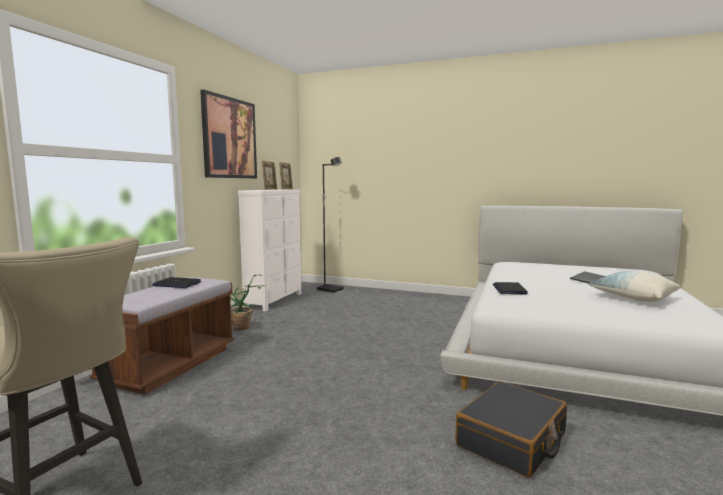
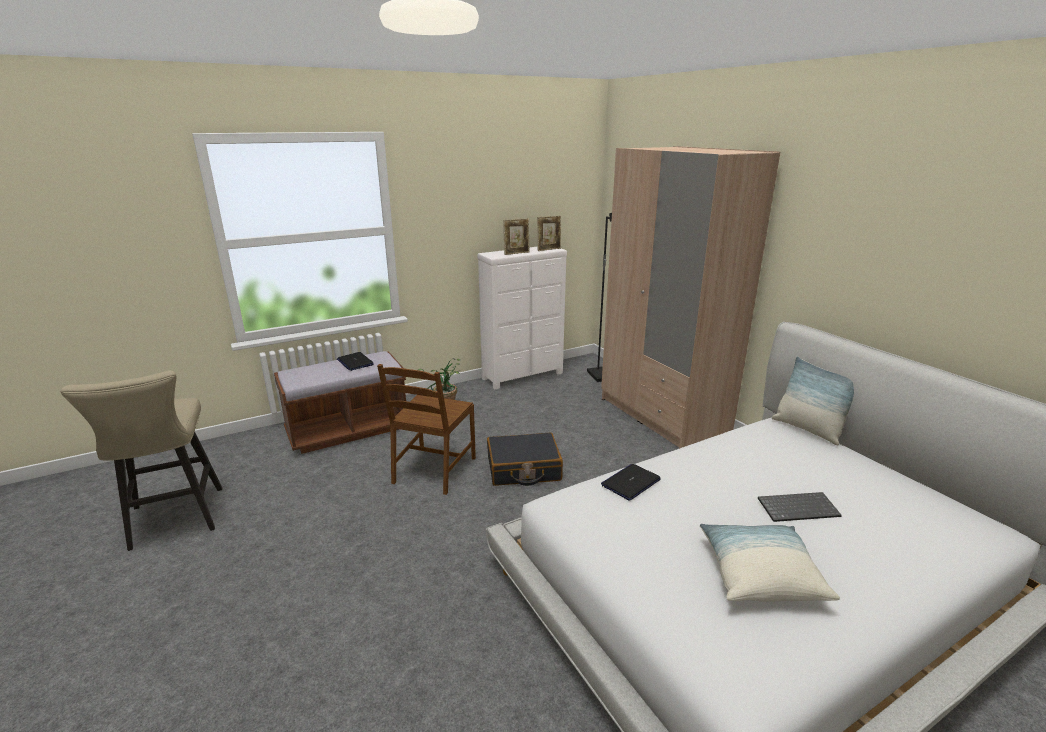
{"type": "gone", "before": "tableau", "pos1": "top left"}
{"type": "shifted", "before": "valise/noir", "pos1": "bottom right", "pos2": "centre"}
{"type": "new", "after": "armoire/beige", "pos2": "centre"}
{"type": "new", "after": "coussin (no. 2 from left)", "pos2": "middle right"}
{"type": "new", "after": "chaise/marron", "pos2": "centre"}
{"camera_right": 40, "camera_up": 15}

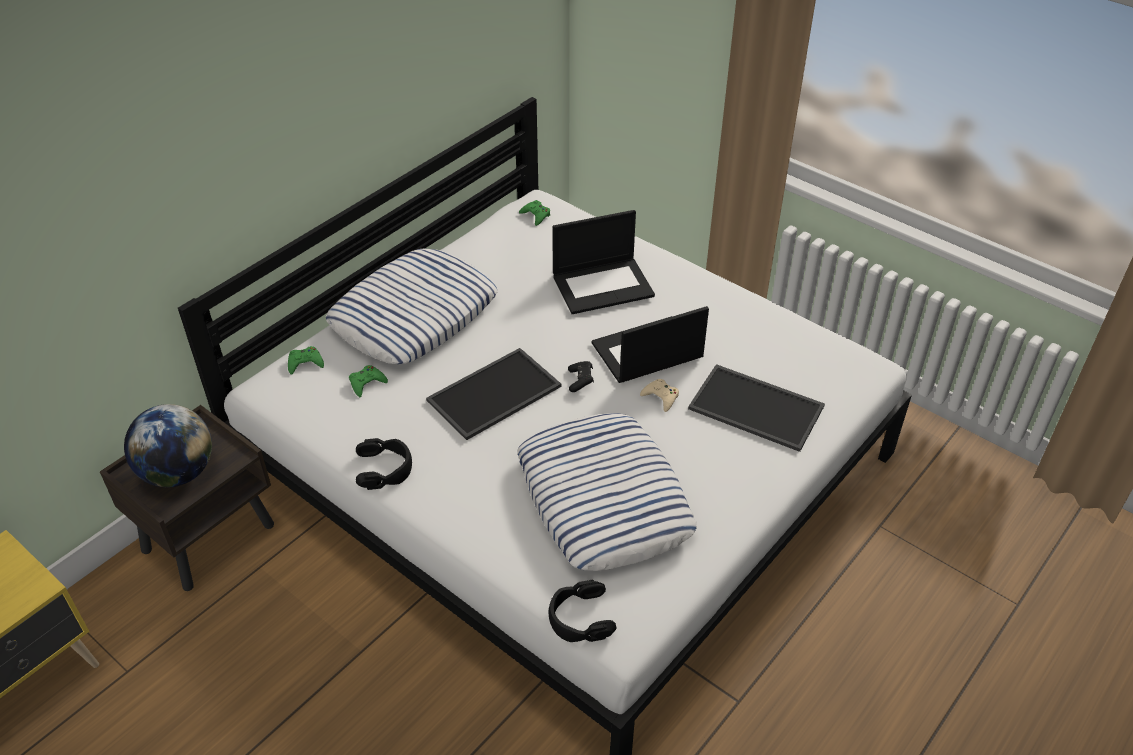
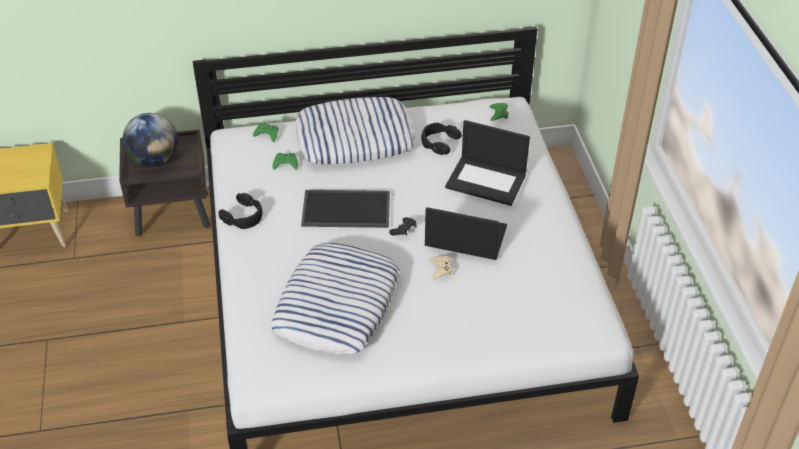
{"type": "gone", "before": "plateau (no. 2 from left)", "pos1": "middle right"}
{"type": "shifted", "before": "casque audio/noir (no. 2 from left)", "pos1": "bottom centre", "pos2": "top centre"}
{"camera_right": 40, "camera_up": 0}

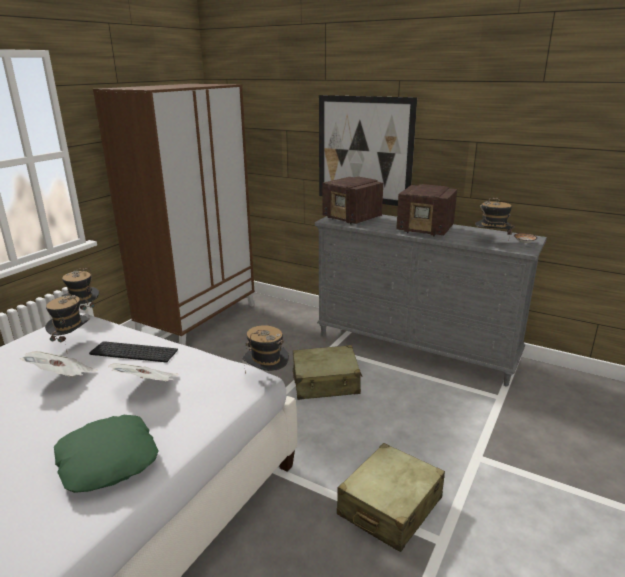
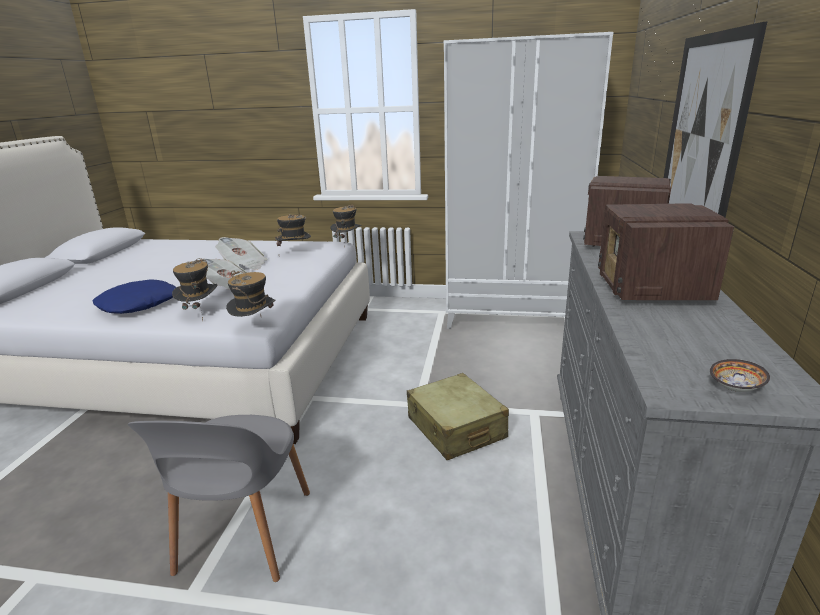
{"type": "repainted", "before": "armoire/marron", "after": "armoire/blanc", "pos1": "middle left", "pos2": "top centre"}
{"type": "shifted", "before": "chapeau (no. 4 from left in the first image)", "after": "chapeau (no. 1 from left)", "pos1": "middle right", "pos2": "middle left"}
{"type": "gone", "before": "clavier", "pos1": "middle left"}
{"type": "repainted", "before": "coussin/vert", "after": "coussin/bleu", "pos1": "bottom left", "pos2": "middle left"}
{"type": "swapped", "before": "valise/beige (no. 2 from left)", "after": "chaise/gris", "pos1": "bottom centre", "pos2": "bottom left"}
{"camera_right": 70, "camera_up": 0}

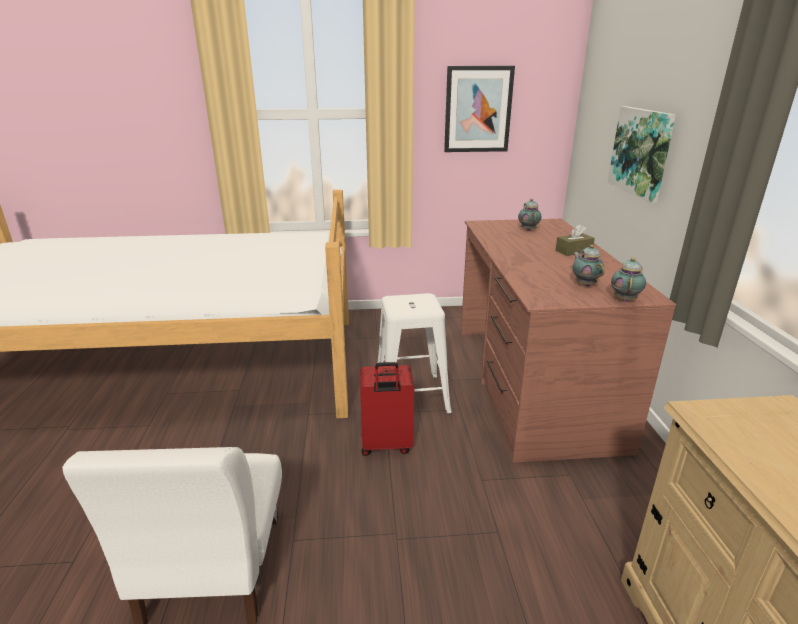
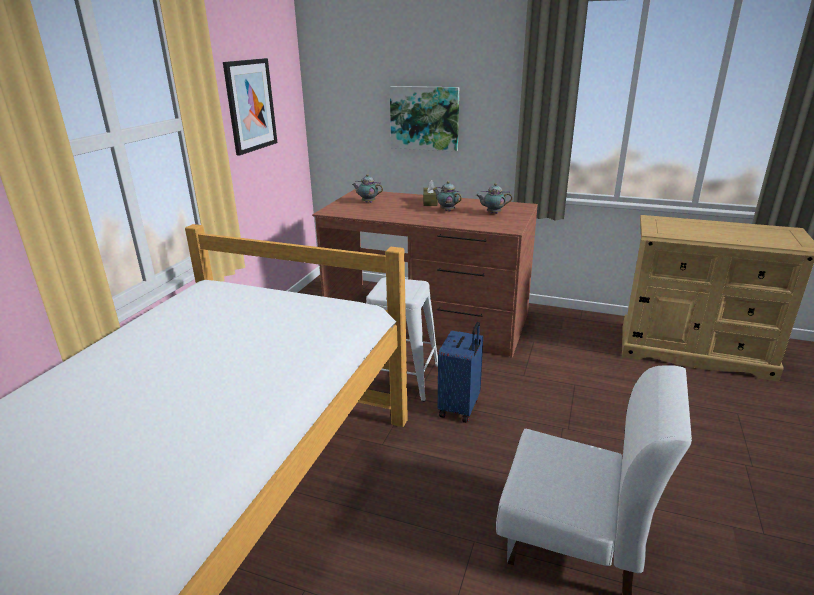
{"type": "shifted", "before": "théière (no. 3 from left in the first image)", "after": "théière (no. 2 from left)", "pos1": "middle right", "pos2": "top centre"}
{"type": "repainted", "before": "valise/rouge", "after": "valise/bleu", "pos1": "centre", "pos2": "centre"}
{"camera_right": -65, "camera_up": 0}

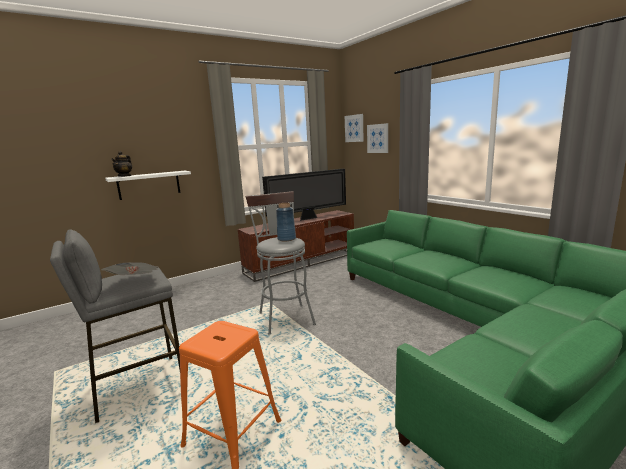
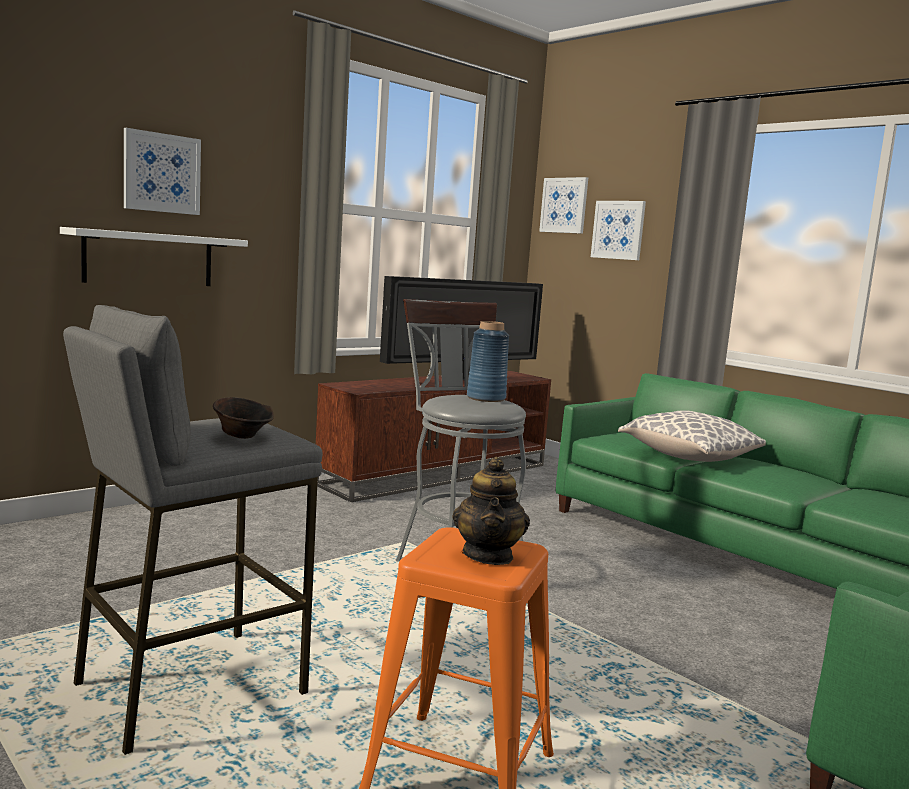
{"type": "shifted", "before": "théière", "pos1": "middle left", "pos2": "centre"}
{"type": "swapped", "before": "journal", "after": "bol/marron", "pos1": "middle left", "pos2": "middle left"}
{"type": "new", "after": "tableau (no. 1 from left)", "pos2": "top left"}
{"type": "new", "after": "coussin", "pos2": "middle right"}
{"camera_right": -10, "camera_up": -5}

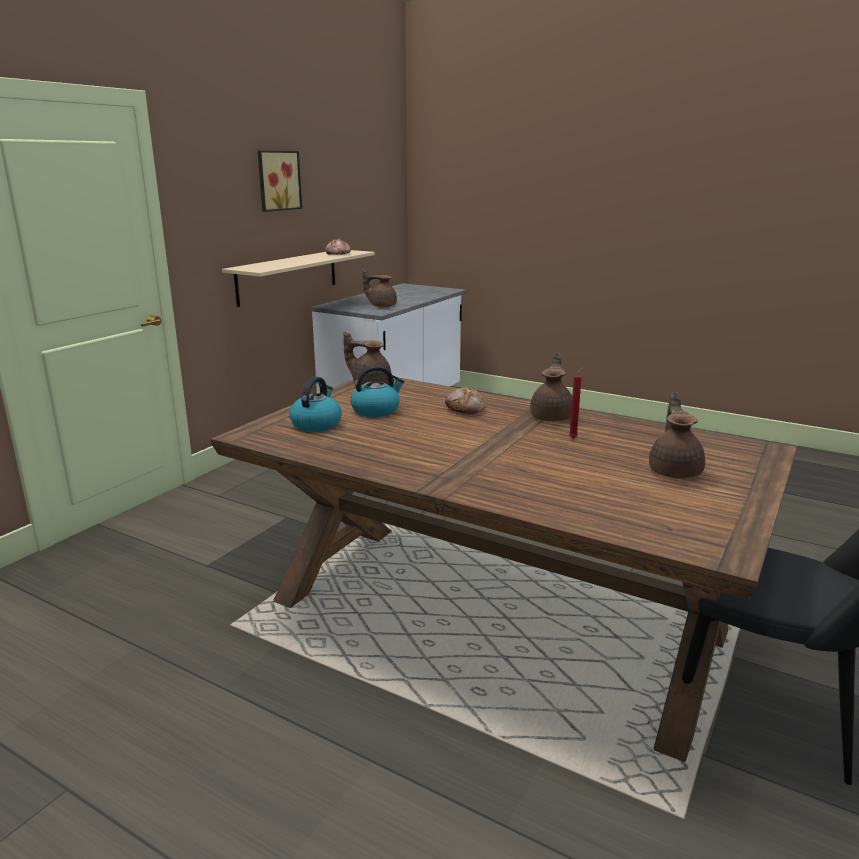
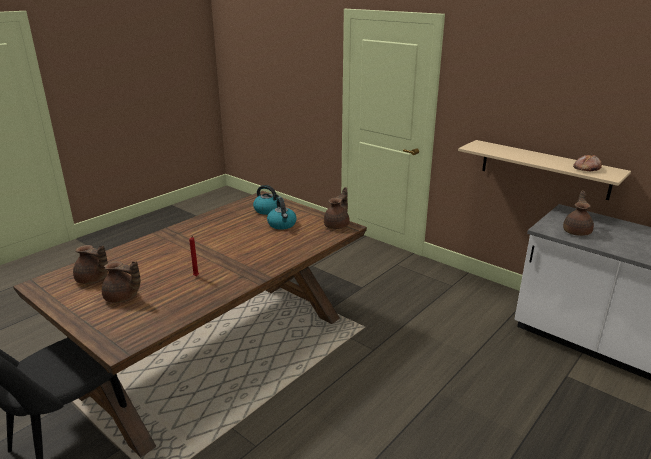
{"type": "gone", "before": "tableau", "pos1": "top left"}
{"type": "shifted", "before": "théière/marron (no. 3 from left in the first image)", "after": "théière/marron (no. 1 from left)", "pos1": "centre", "pos2": "middle left"}
{"type": "gone", "before": "pain (no. 2 from left)", "pos1": "centre"}
{"camera_right": 100, "camera_up": 5}

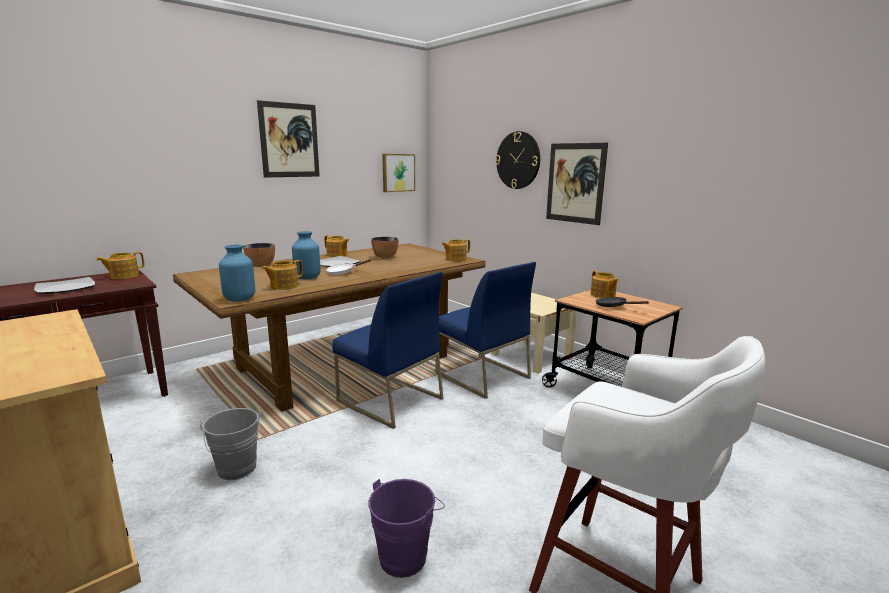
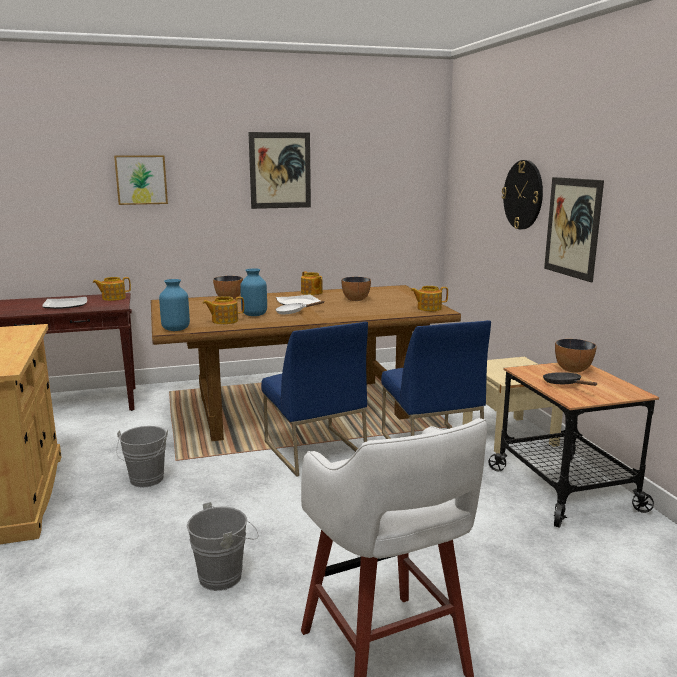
{"type": "shifted", "before": "tableau (no. 2 from left in the first image)", "after": "tableau (no. 1 from left)", "pos1": "top centre", "pos2": "top left"}
{"type": "swapped", "before": "théière (no. 5 from left)", "after": "bol (no. 3 from left)", "pos1": "middle right", "pos2": "middle right"}
{"type": "repainted", "before": "seau/violet", "after": "seau/gris (no. 2 from left)", "pos1": "bottom centre", "pos2": "bottom left"}
{"camera_right": 25, "camera_up": 0}

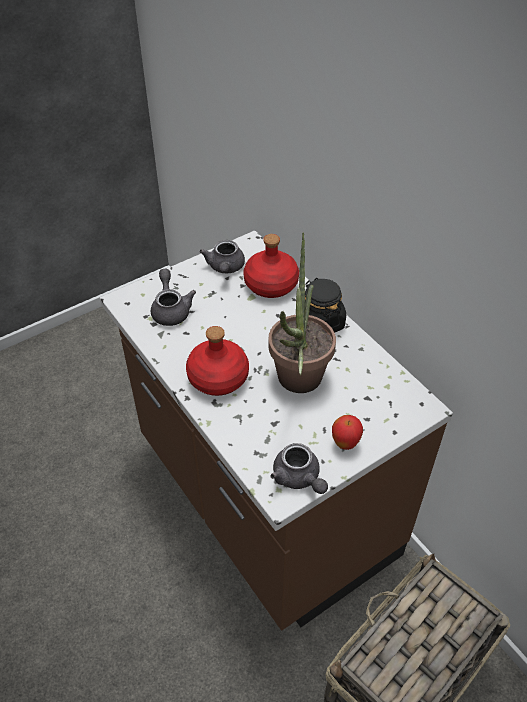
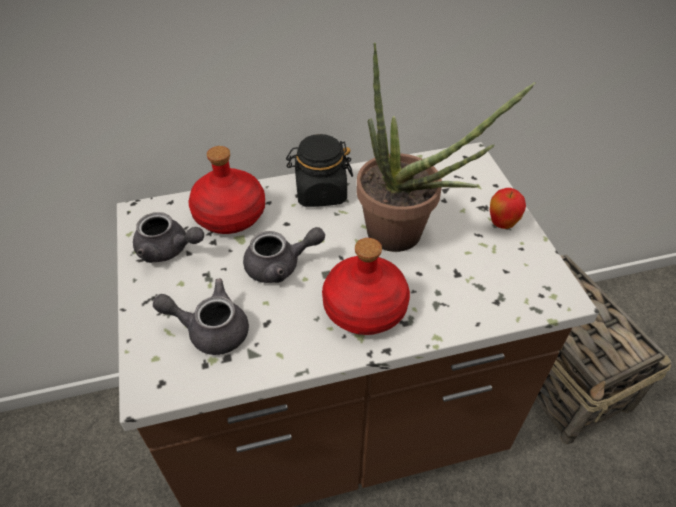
{"type": "shifted", "before": "théière/gris (no. 3 from left)", "pos1": "bottom centre", "pos2": "centre"}
{"camera_right": -70, "camera_up": 0}

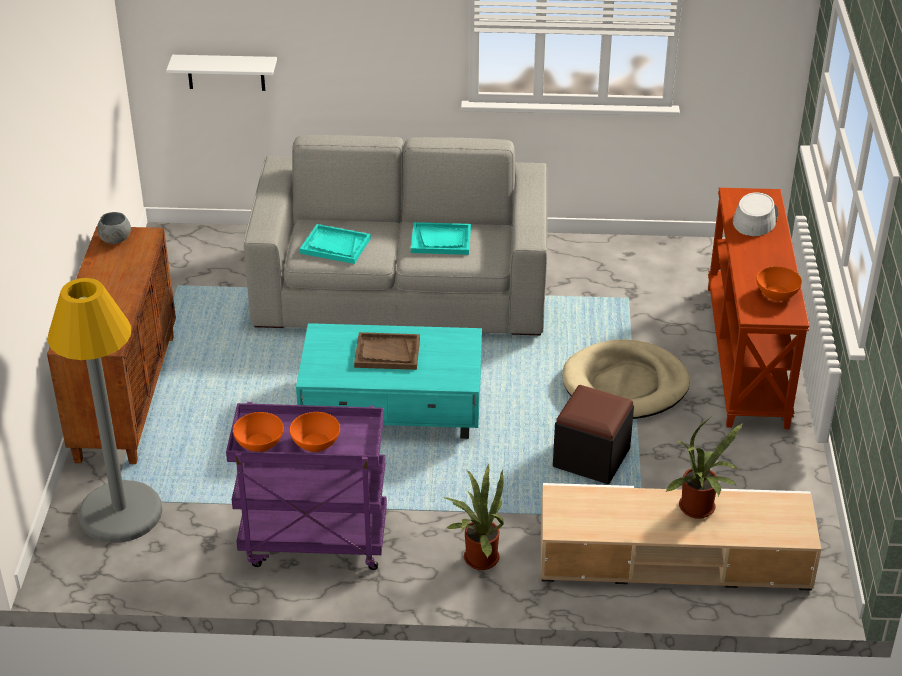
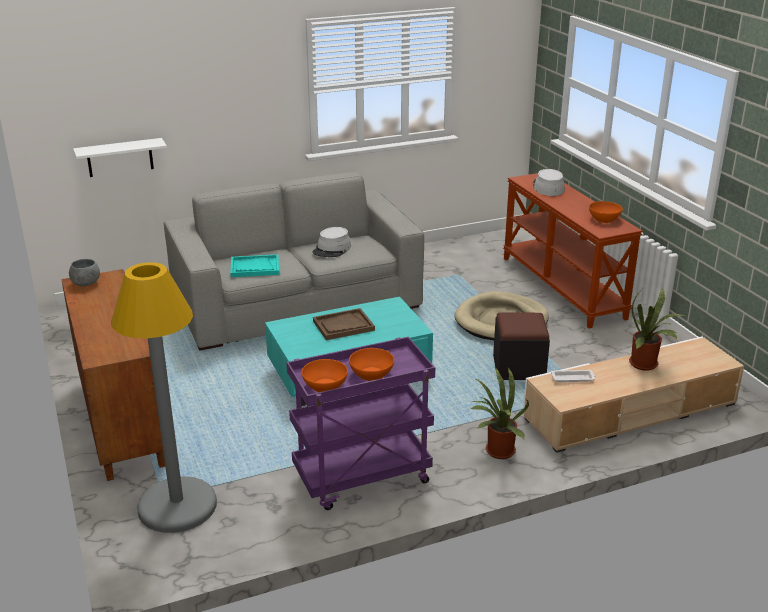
{"type": "swapped", "before": "plateau/turquoise (no. 2 from left)", "after": "chapeau/gris (no. 1 from left)", "pos1": "centre", "pos2": "centre"}
{"type": "new", "after": "plateau/blanc", "pos2": "middle right"}
{"camera_right": -25, "camera_up": -10}

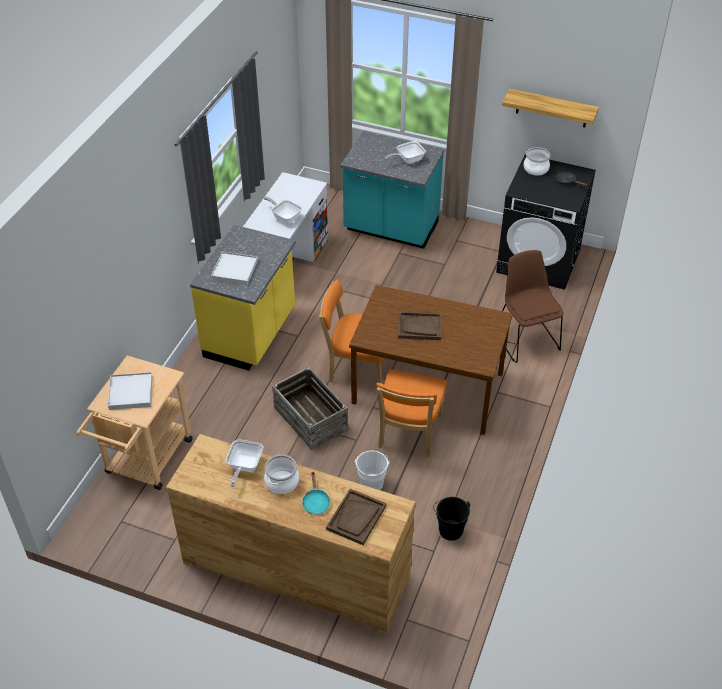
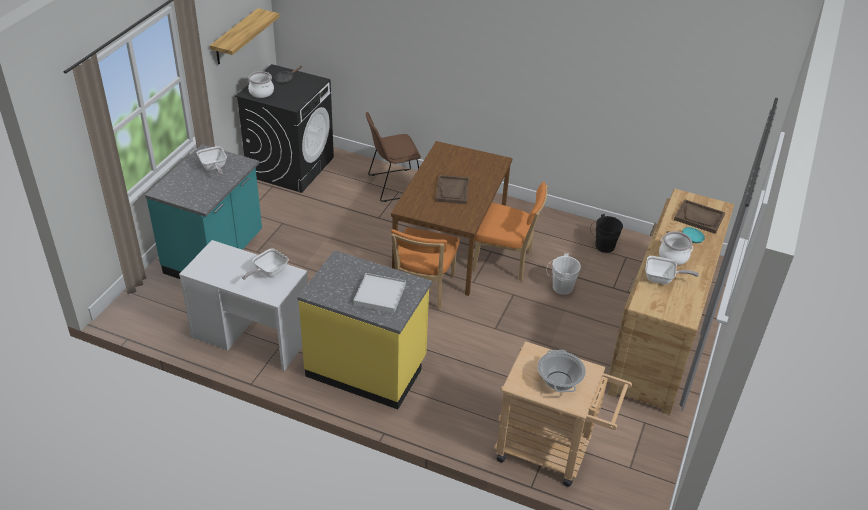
{"type": "gone", "before": "caisse", "pos1": "centre"}
{"type": "swapped", "before": "plateau/blanc (no. 1 from left)", "after": "marmite (no. 2 from left)", "pos1": "middle left", "pos2": "bottom centre"}
{"camera_right": -90, "camera_up": -5}

